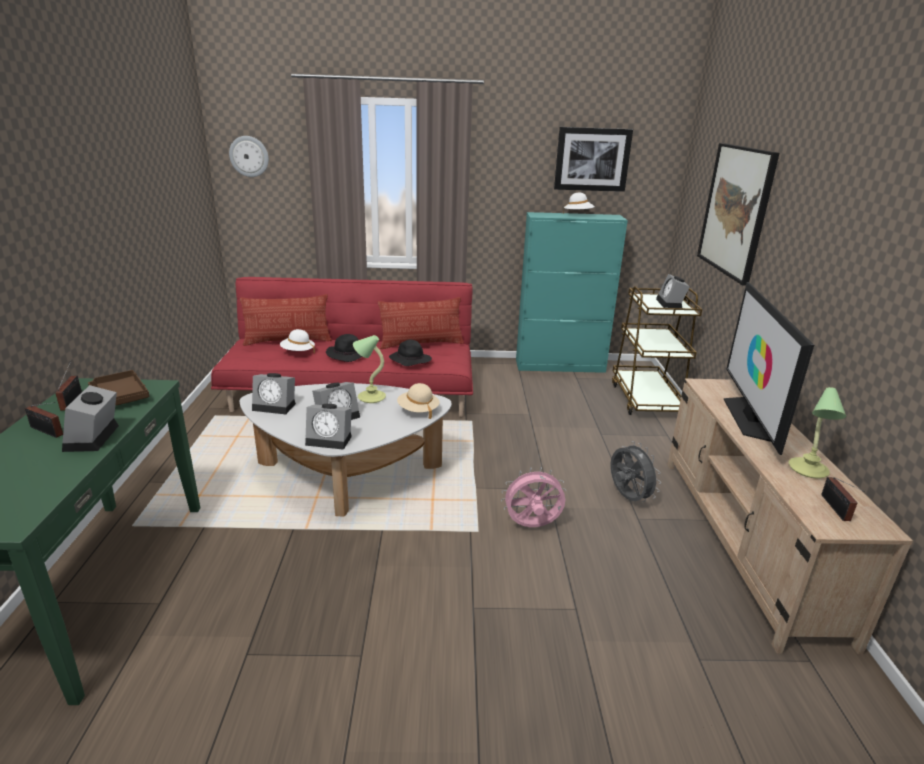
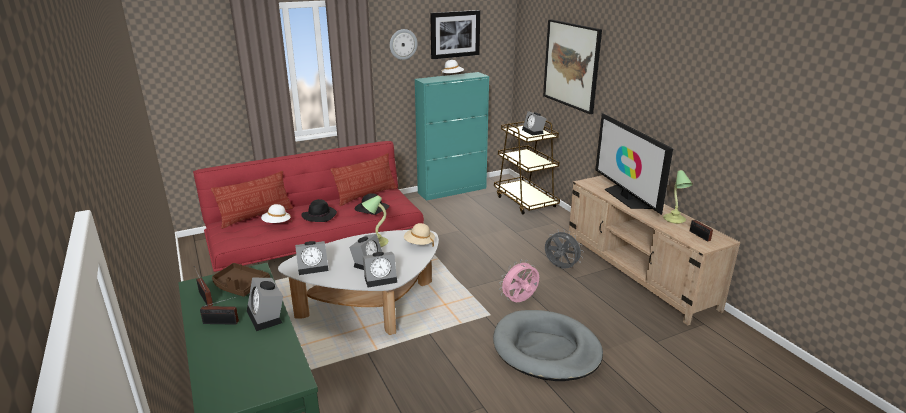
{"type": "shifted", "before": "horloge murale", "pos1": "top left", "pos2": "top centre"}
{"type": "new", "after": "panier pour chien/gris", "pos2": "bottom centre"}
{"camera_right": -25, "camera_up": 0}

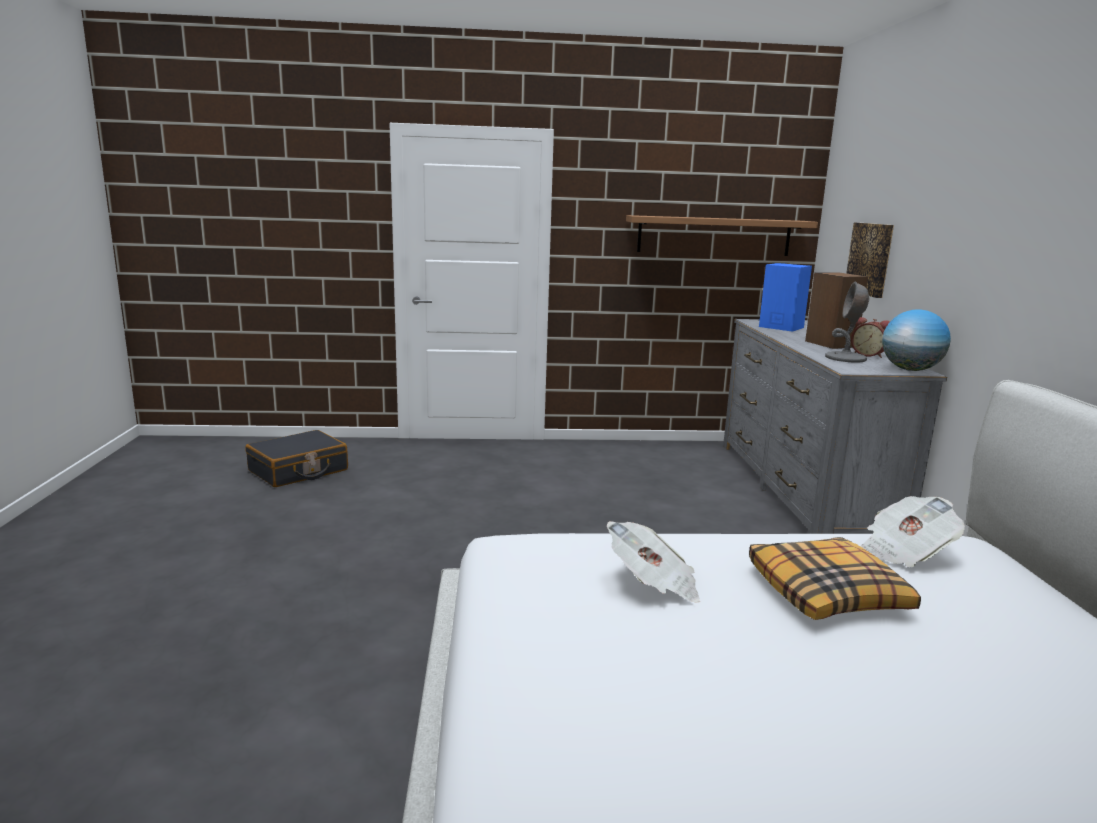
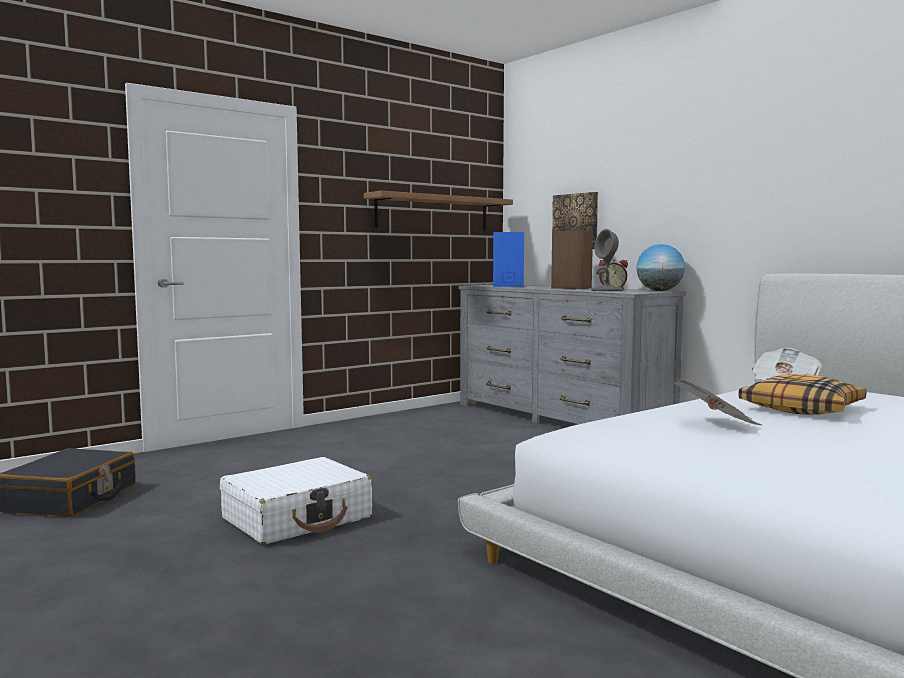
{"type": "new", "after": "valise/blanc", "pos2": "bottom left"}
{"camera_right": -35, "camera_up": -10}

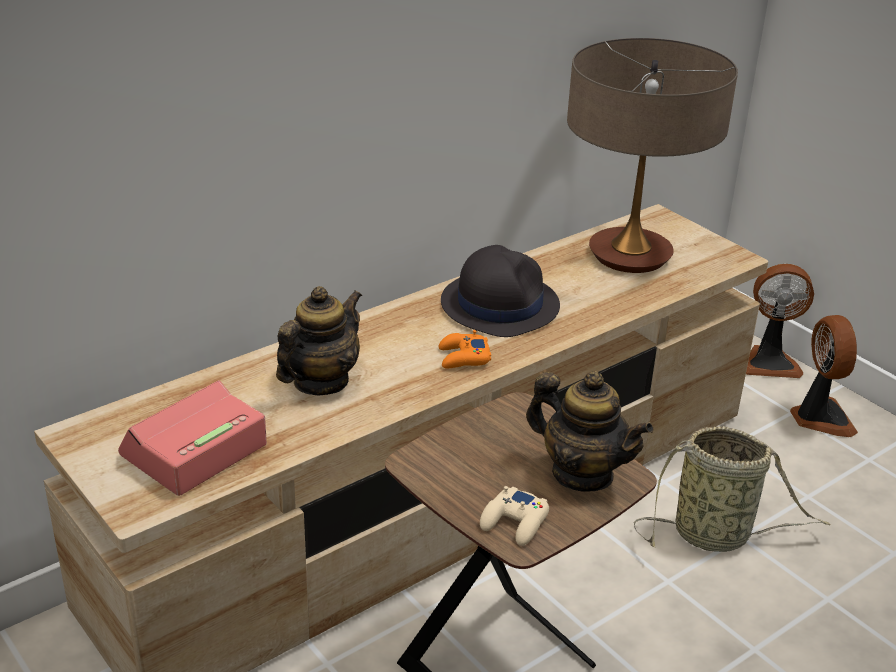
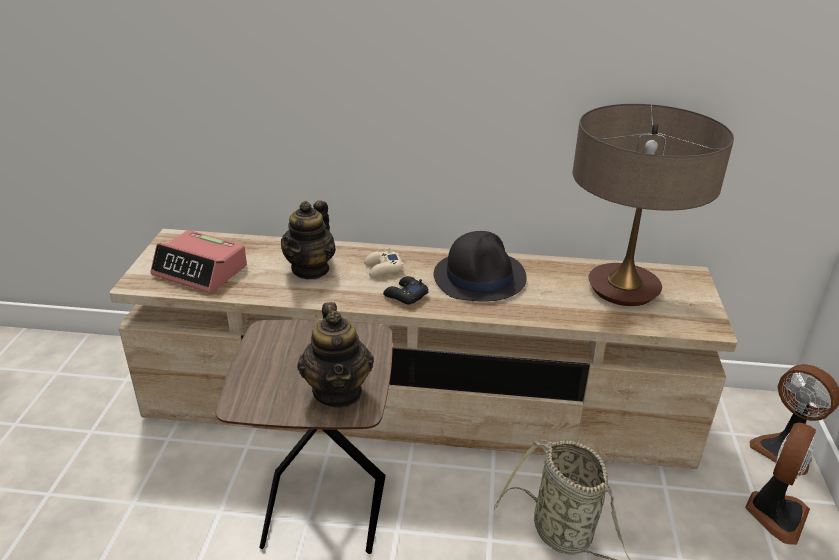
{"type": "rotated", "before": "théière (no. 1 from left)", "pos1": "centre", "pos2": "centre", "turn": 120}
{"type": "repainted", "before": "manette/orange", "after": "manette/noir", "pos1": "centre", "pos2": "centre"}
{"type": "rotated", "before": "réveil", "pos1": "middle left", "pos2": "middle left", "turn": -150}
{"type": "shifted", "before": "manette/beige", "pos1": "bottom centre", "pos2": "centre"}
{"camera_right": 45, "camera_up": 0}

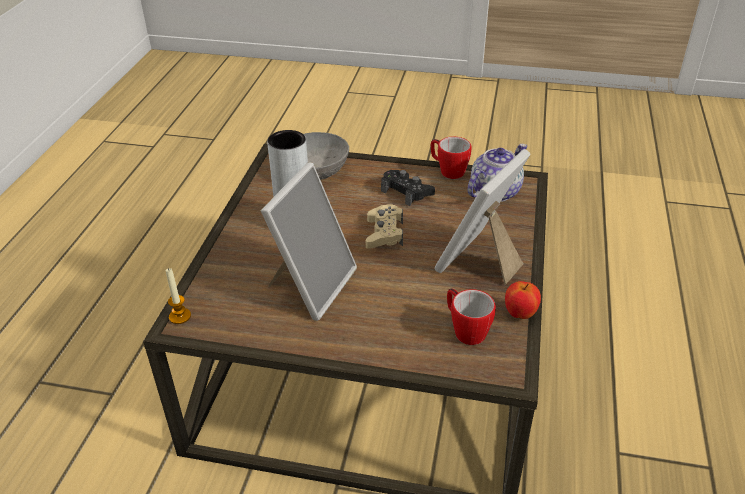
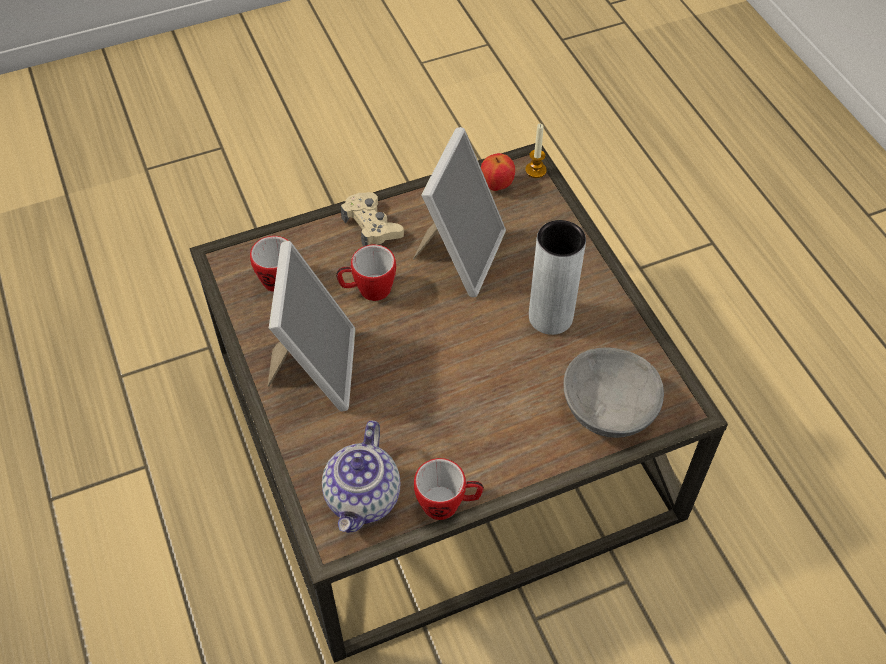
{"type": "rotated", "before": "cadre photo (no. 1 from left in the first image)", "pos1": "centre", "pos2": "top centre", "turn": -150}
{"type": "gone", "before": "manette/noir", "pos1": "centre"}
{"type": "shifted", "before": "manette/beige", "pos1": "centre", "pos2": "top centre"}
{"type": "shifted", "before": "pomme", "pos1": "middle right", "pos2": "top centre"}
{"type": "new", "after": "mug (no. 2 from left)", "pos2": "centre"}
{"camera_right": 145, "camera_up": 15}

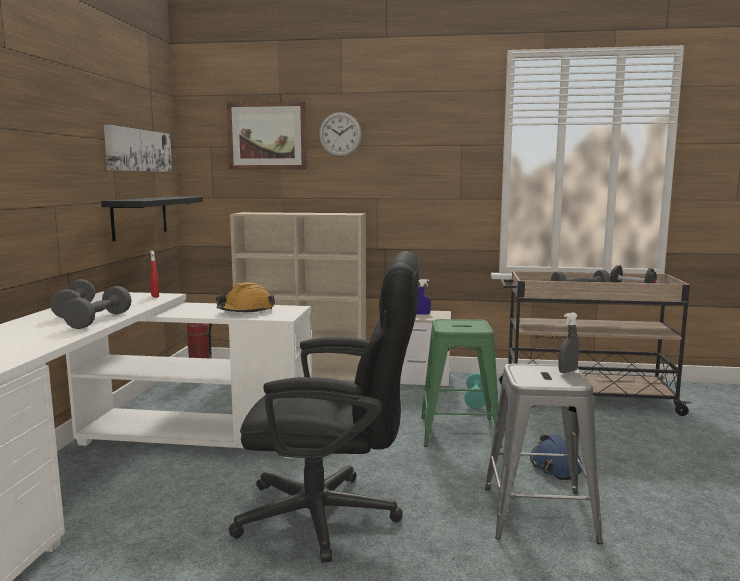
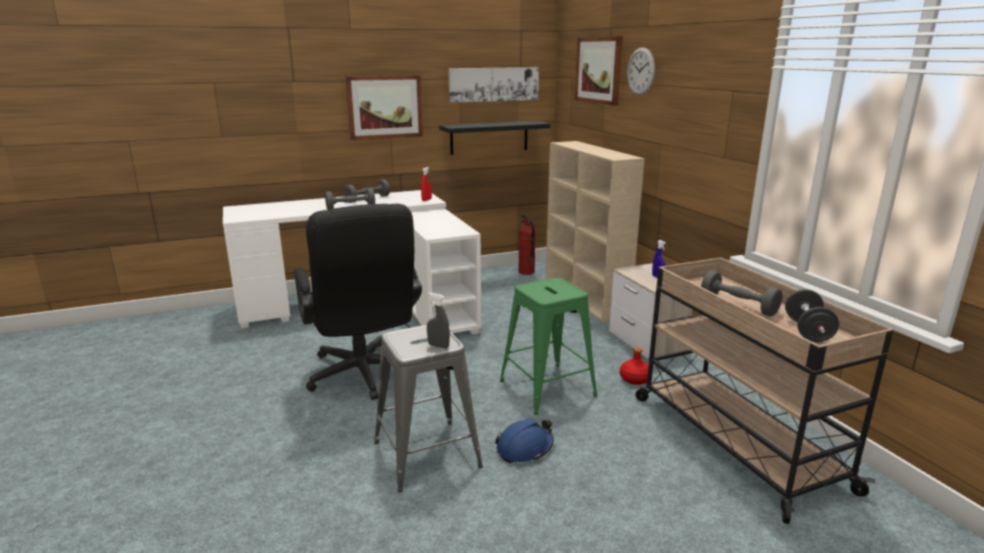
{"type": "gone", "before": "casque de chantier/orange", "pos1": "middle left"}
{"type": "swapped", "before": "haltère/turquoise", "after": "bouteille/rouge", "pos1": "bottom centre", "pos2": "centre"}
{"type": "new", "after": "tableau (no. 1 from left)", "pos2": "top centre"}
{"camera_right": 60, "camera_up": 10}

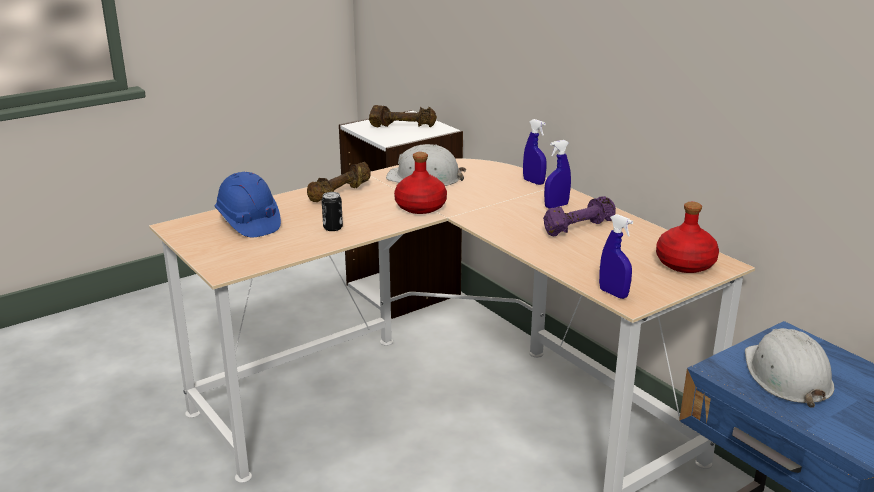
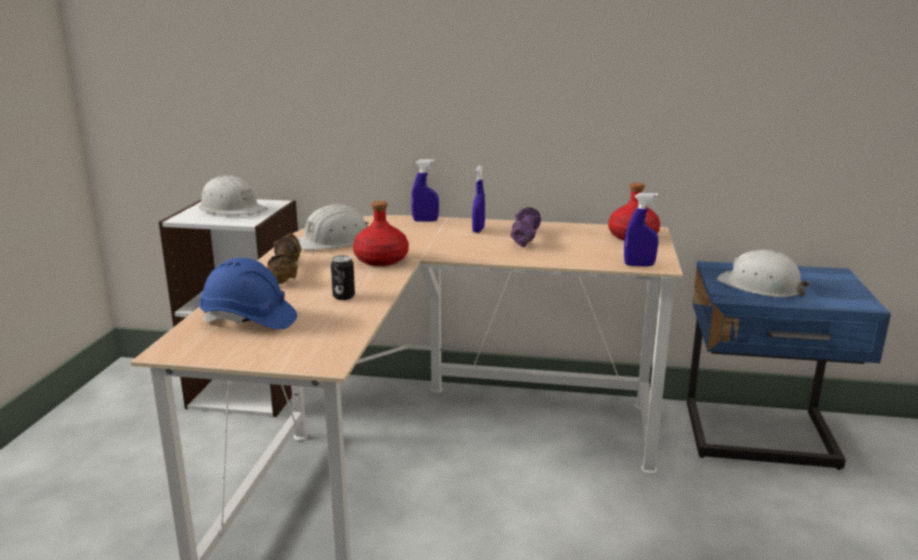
{"type": "swapped", "before": "haltère/marron (no. 2 from left)", "after": "casque de chantier/blanc (no. 1 from left)", "pos1": "top centre", "pos2": "middle left"}
{"camera_right": -45, "camera_up": -5}

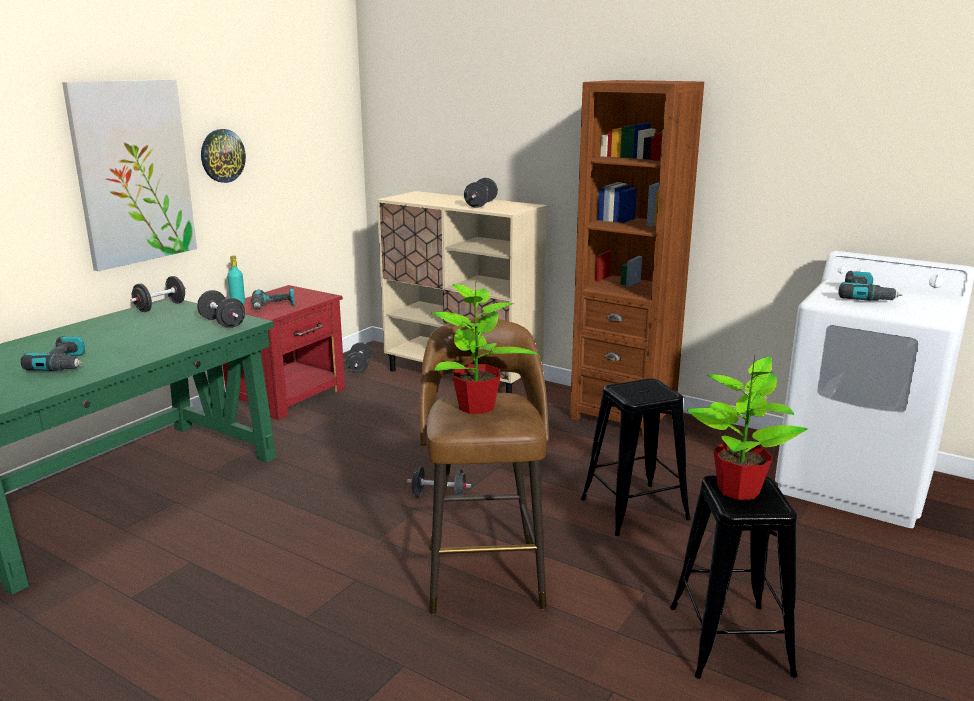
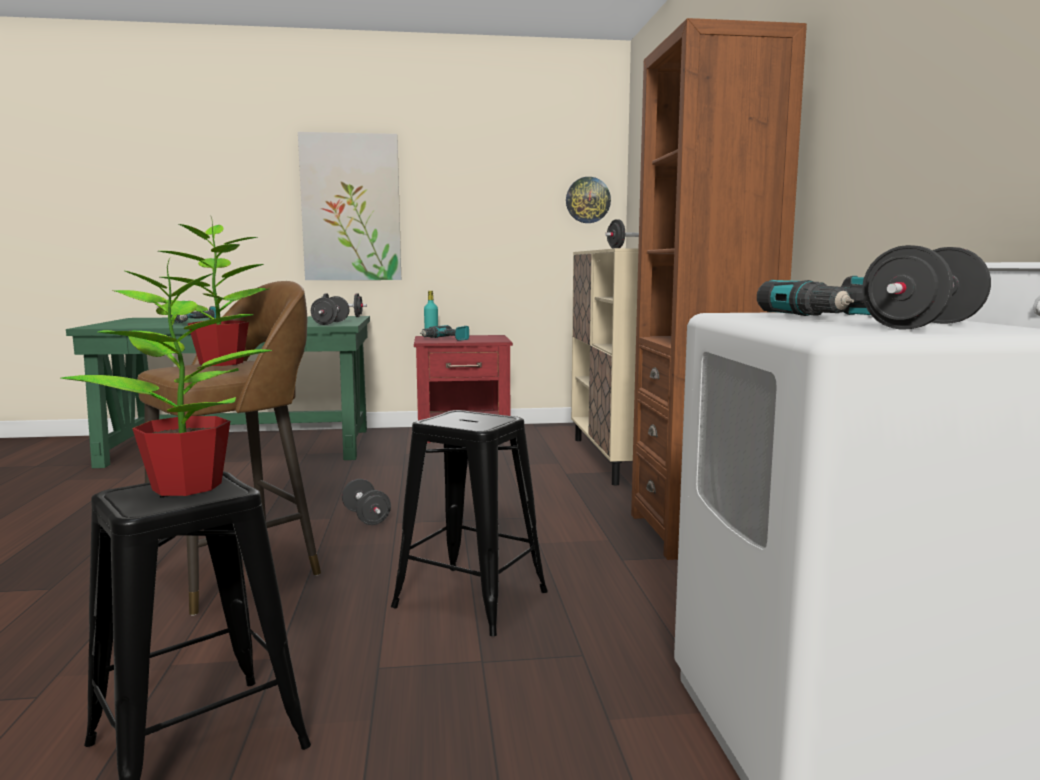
{"type": "shifted", "before": "horloge murale", "pos1": "top left", "pos2": "top centre"}
{"type": "shifted", "before": "haltère/noir (no. 3 from left in the first image)", "after": "haltère/noir (no. 5 from left)", "pos1": "centre", "pos2": "middle right"}
{"camera_right": 50, "camera_up": -10}

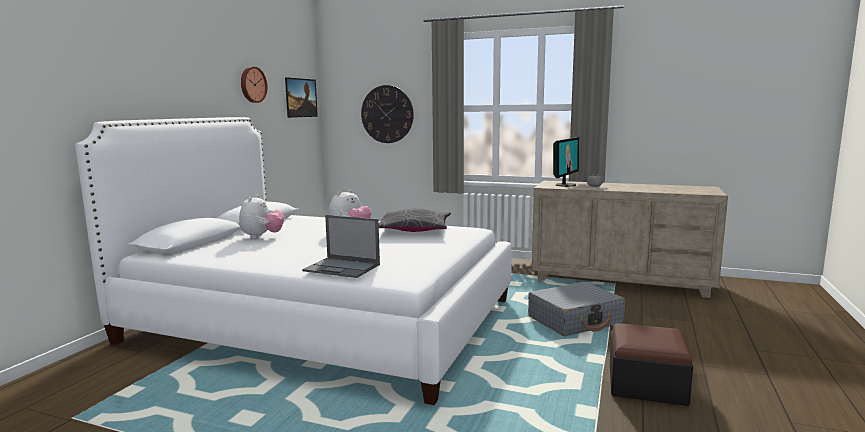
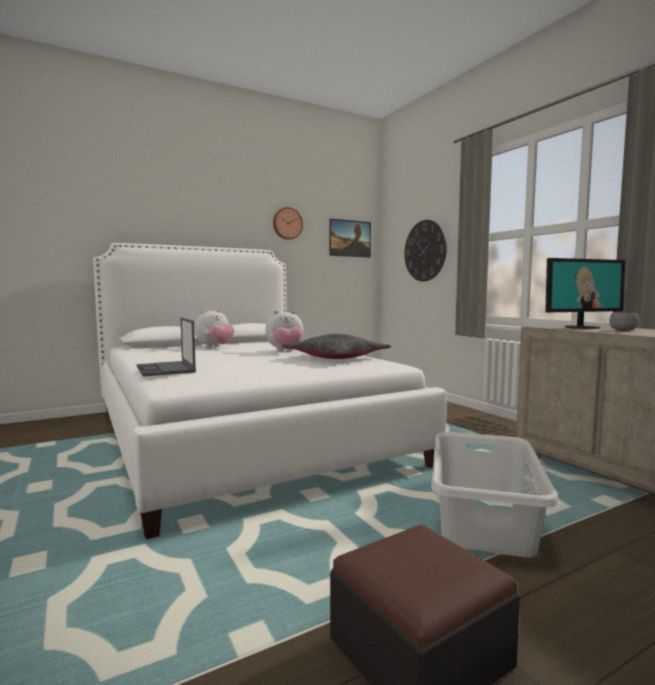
{"type": "swapped", "before": "valise/gris", "after": "panier à linge/gris", "pos1": "bottom centre", "pos2": "bottom right"}
{"camera_right": 40, "camera_up": -5}

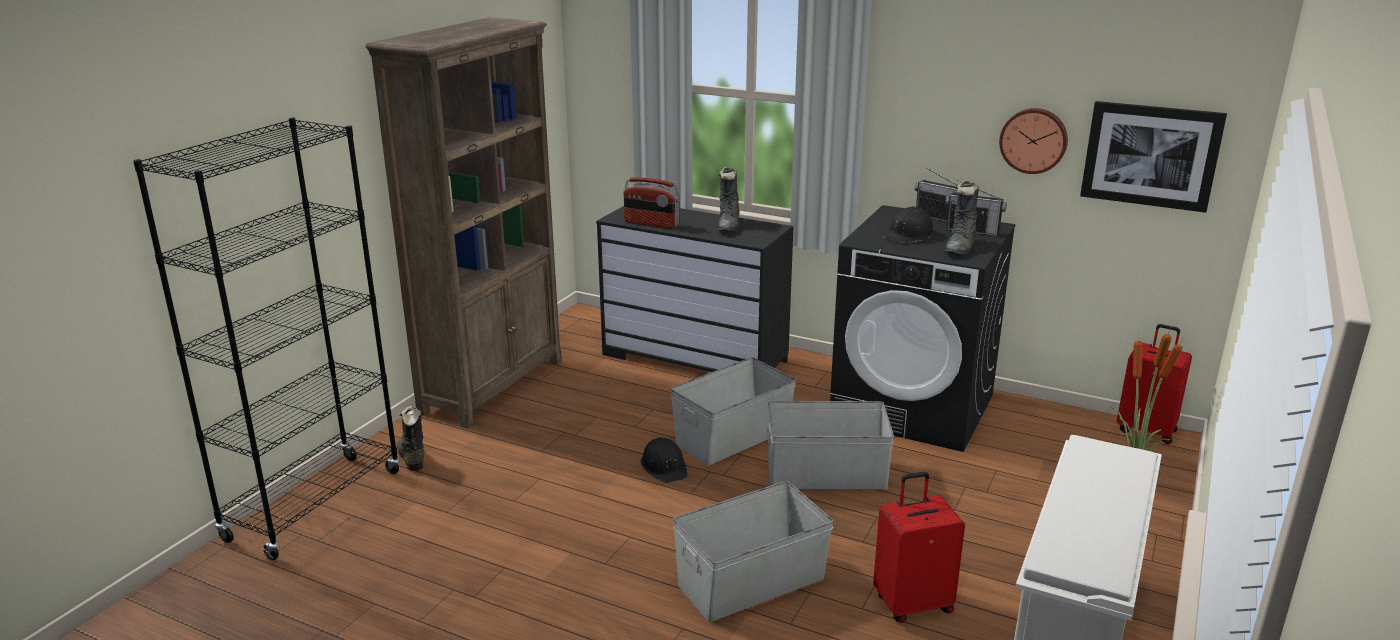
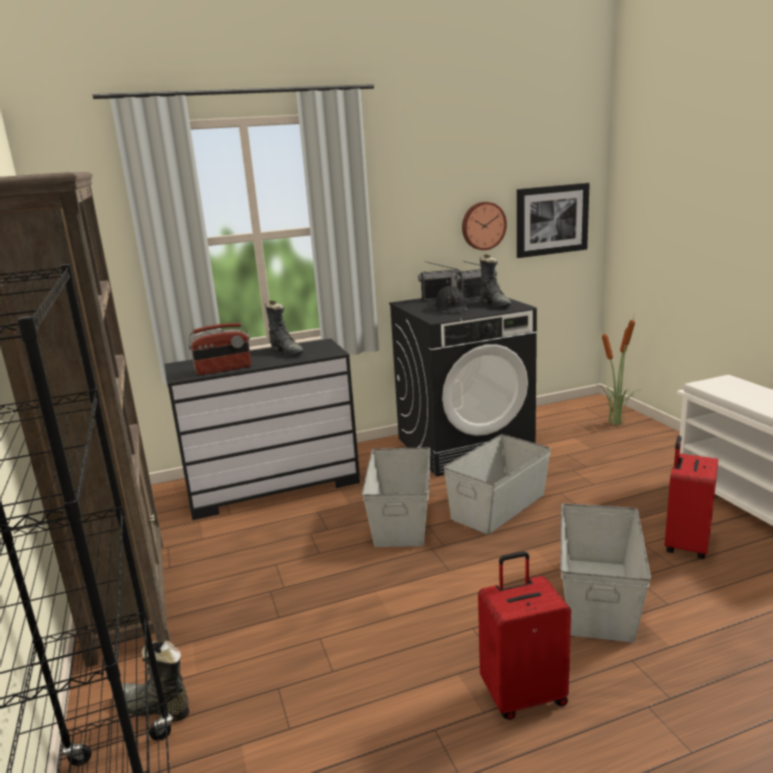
{"type": "shifted", "before": "valise/rouge (no. 2 from left in the first image)", "after": "valise/rouge (no. 1 from left)", "pos1": "middle right", "pos2": "bottom right"}
{"type": "gone", "before": "casque de chantier/noir (no. 1 from left)", "pos1": "bottom centre"}
{"camera_right": -45, "camera_up": -5}

